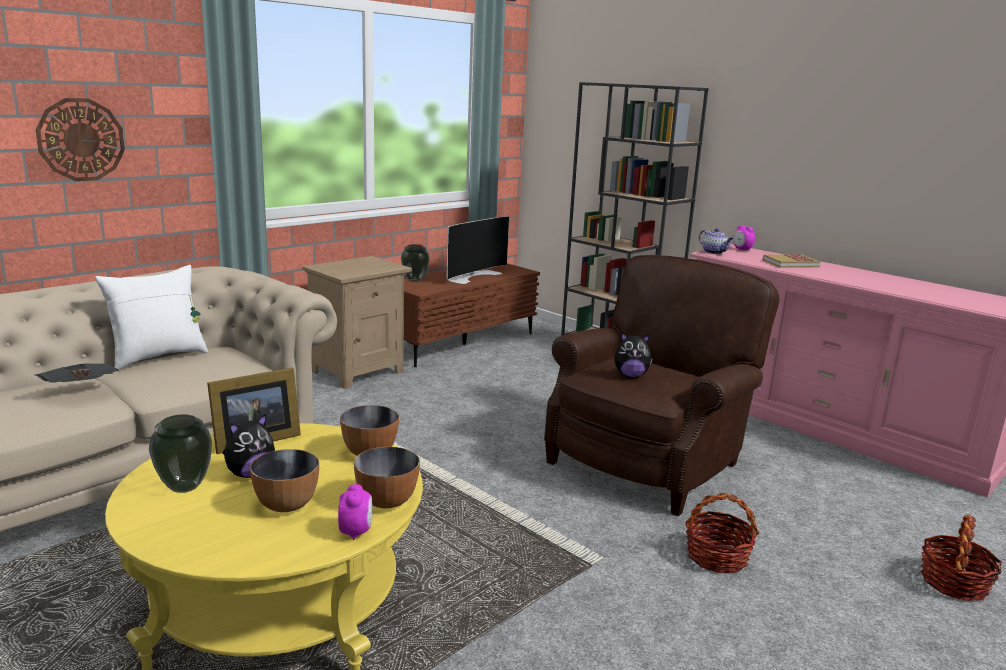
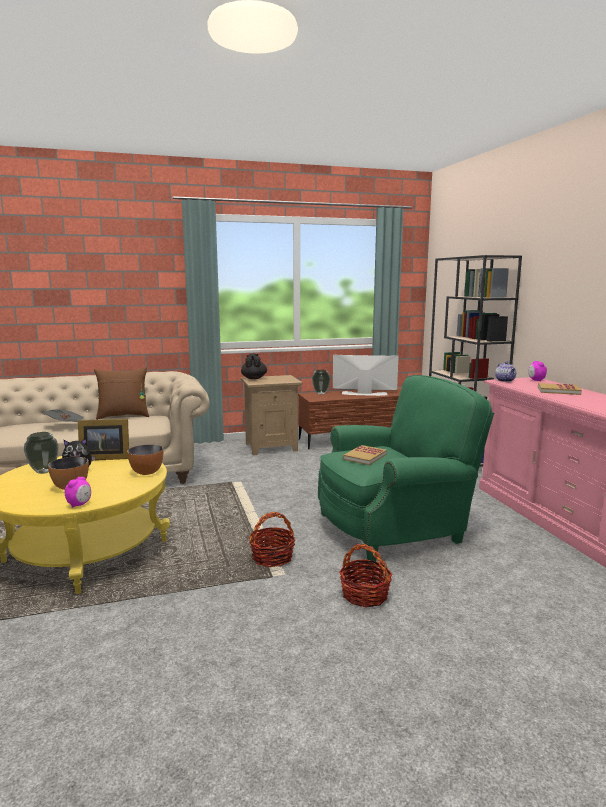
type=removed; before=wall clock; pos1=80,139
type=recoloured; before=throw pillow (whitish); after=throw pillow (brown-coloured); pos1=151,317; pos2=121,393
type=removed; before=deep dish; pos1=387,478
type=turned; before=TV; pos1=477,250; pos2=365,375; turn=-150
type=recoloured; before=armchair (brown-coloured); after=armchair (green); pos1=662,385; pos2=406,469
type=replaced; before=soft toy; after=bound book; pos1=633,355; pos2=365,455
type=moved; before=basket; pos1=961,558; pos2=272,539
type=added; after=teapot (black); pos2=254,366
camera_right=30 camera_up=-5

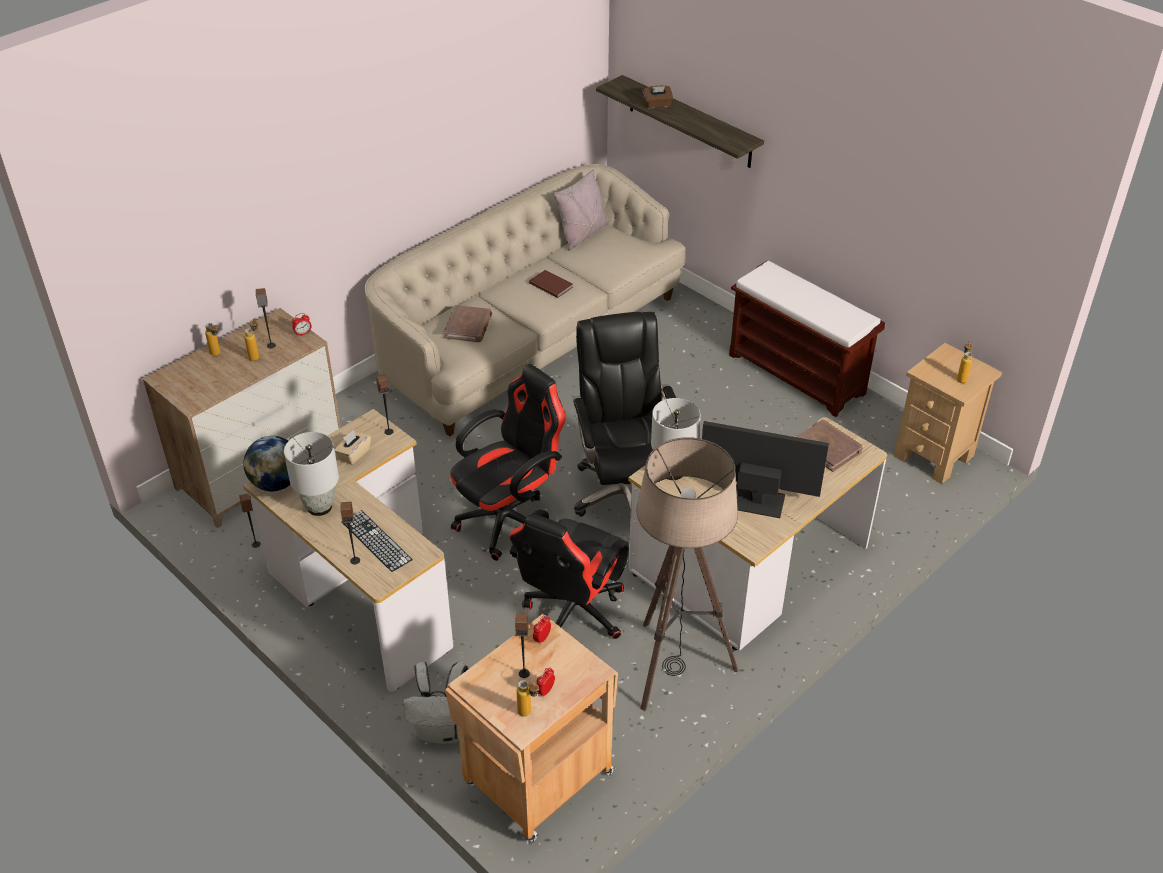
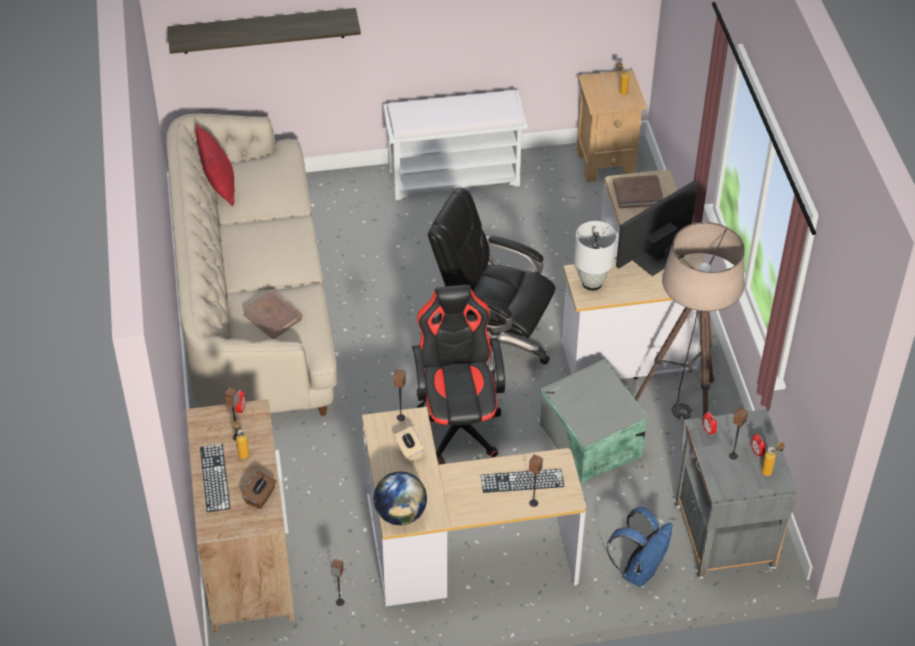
type=replaced; before=bottle; after=computer keyboard; pos1=213,339; pos2=215,478
type=removed; before=table lamp (whitish); pos1=311,474
type=recoloured; before=knapsack (whitish); after=knapsack (blue-coloured); pos1=435,703; pos2=640,547
type=recoloured; before=cart (brown-coloured); after=cart (gray); pos1=531,729; pos2=735,494
type=replaced; before=desk chair (black); after=storage bin (gray); pos1=569,574; pos2=594,421
type=removed; before=bound book (brown-coloured); pos1=551,284
type=recoloured; before=throw pillow (purplish); after=throw pillow (red); pos1=580,210; pos2=215,165
type=moved; before=box of tissues (brown-coloured); pos1=657,97; pos2=259,490
type=recoloured; before=bench (brown-coloured); after=bench (whitish); pos1=807,339; pos2=455,145
camera_right=-55 camera_up=5

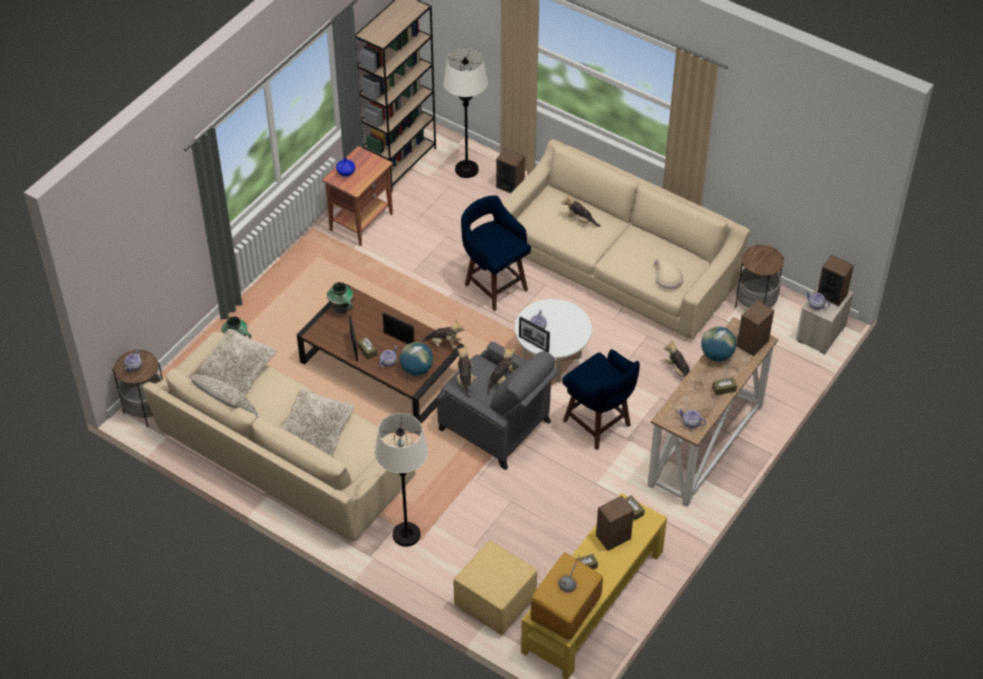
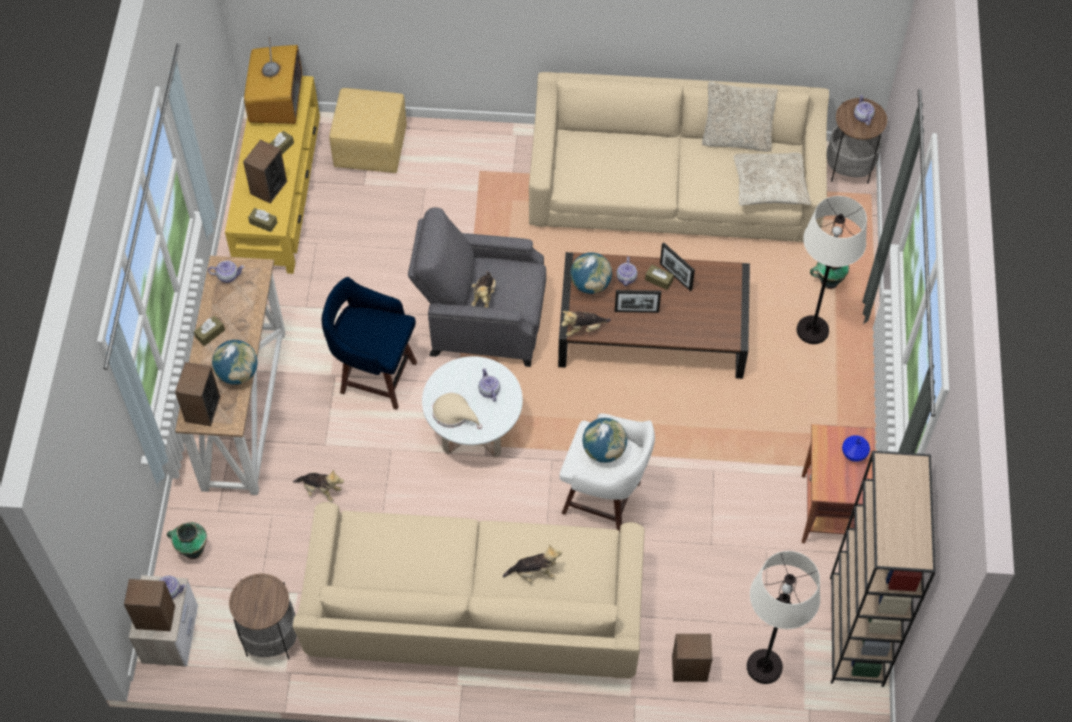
type=removed; before=throw pillow (beige-coloured); pos1=319,422
type=moved; before=flower vase; pos1=340,298; pos2=187,540
type=moved; before=standard lamp (whitish); pos1=401,480; pos2=832,270
type=removed; before=soft toy; pos1=467,371
type=recoloured; before=stool (blue-coloured); after=stool (whitish); pos1=496,253; pos2=607,473
type=removed; before=standing frame; pos1=534,334
type=moved; before=clothing hat (beige-coloured); pos1=669,273; pos2=457,411
type=added; after=globe; pos2=604,440
camera_right=150 camera_up=10

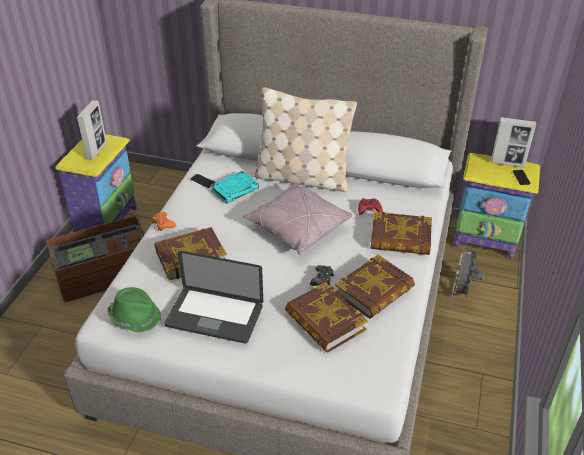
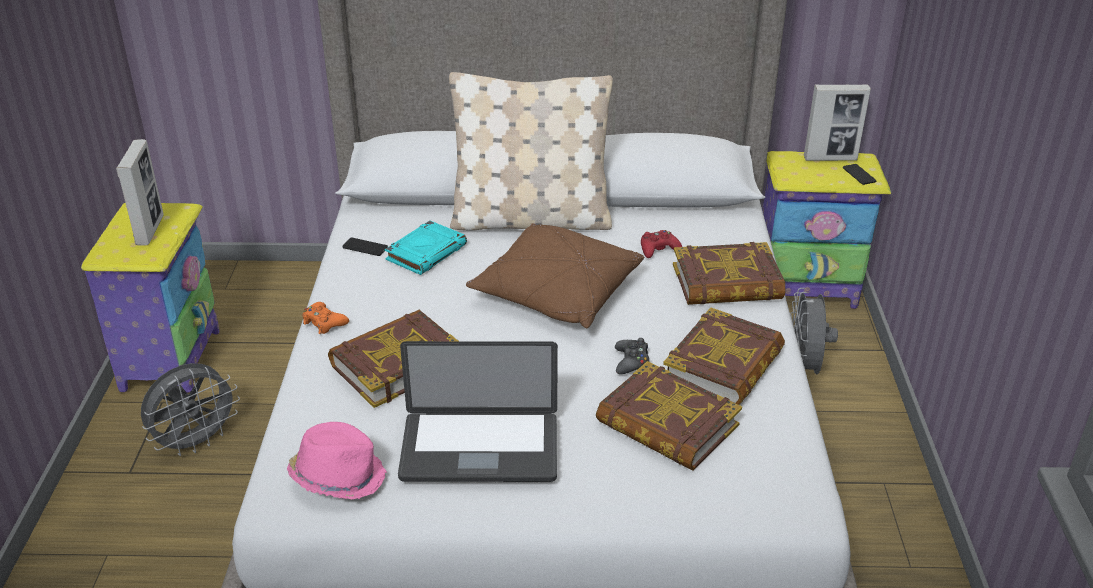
type=replaced; before=storage bin (brown-coloured); after=cooling fan (gray); pos1=95,259; pos2=190,409
type=recoloured; before=clothing hat (green); after=clothing hat (pink-coloured); pos1=134,309; pos2=337,460
type=recoloured; before=throw pillow (purplish); after=throw pillow (brown-coloured); pos1=297,219; pos2=555,275
camera_right=-15 camera_up=-5

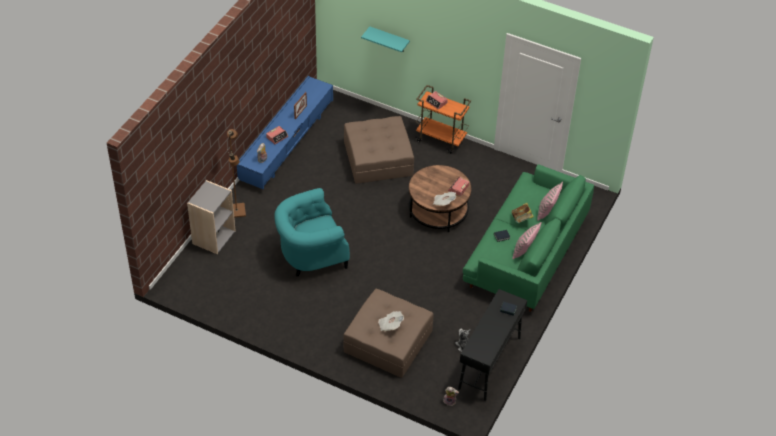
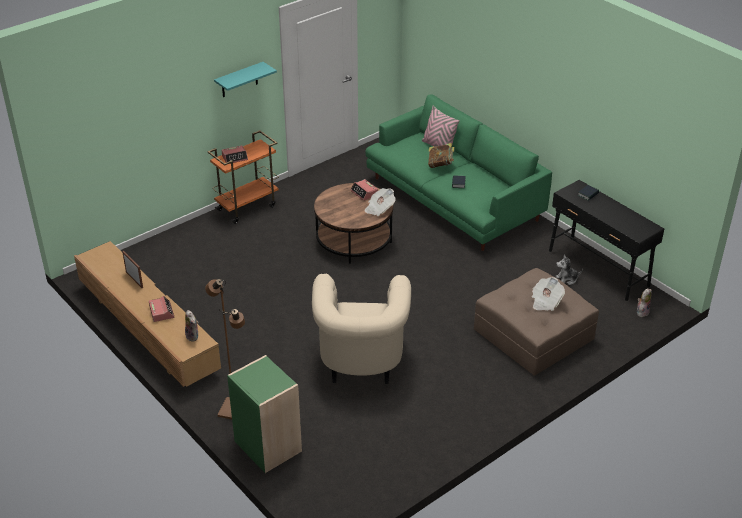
type=recoloured; before=shelving unit (gray); after=shelving unit (green); pos1=211,217; pos2=264,414
type=recoloured; before=tv unit (blue-coloured); after=tv unit (brown-coloured); pos1=285,132; pos2=147,314
type=recoloured; before=armchair (turquoise); after=armchair (beige-coloured); pos1=312,232; pos2=361,329
type=removed; before=ottoman (brown-coloured); pos1=379,150
type=moved; before=wall shelf (turquoise); pos1=385,39; pos2=245,79
type=removed; before=throw pillow (pink-coloured); pos1=527,240
camera_right=-65 camera_up=-10

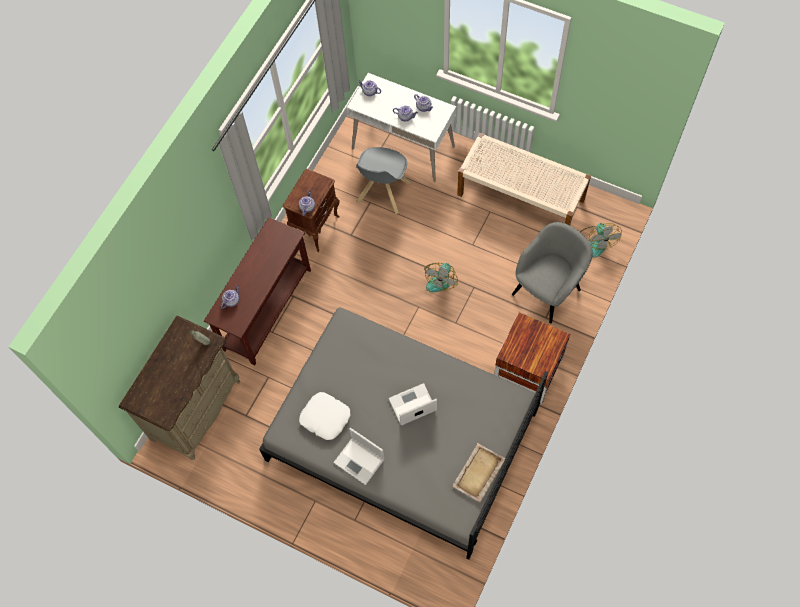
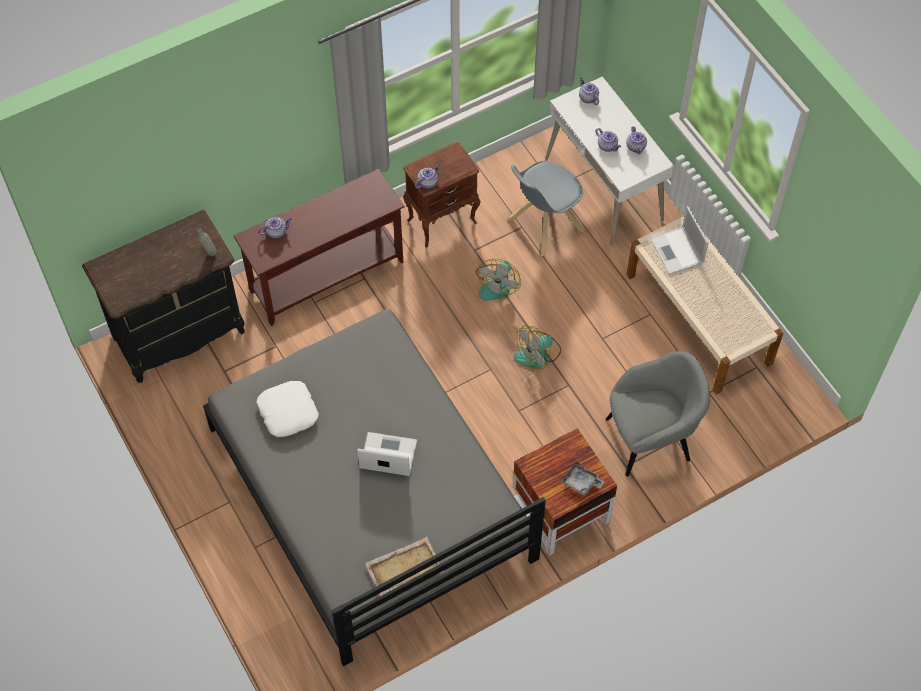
type=recoloured; before=dresser (beige-coloured); after=dresser (black); pos1=179,388; pos2=163,296
type=moved; before=laptop; pos1=359,456; pos2=679,240
type=moved; before=cooling fan; pos1=601,240; pos2=498,279
type=added; after=tray (gray); pos2=583,478
camera_right=30 camera_up=-5

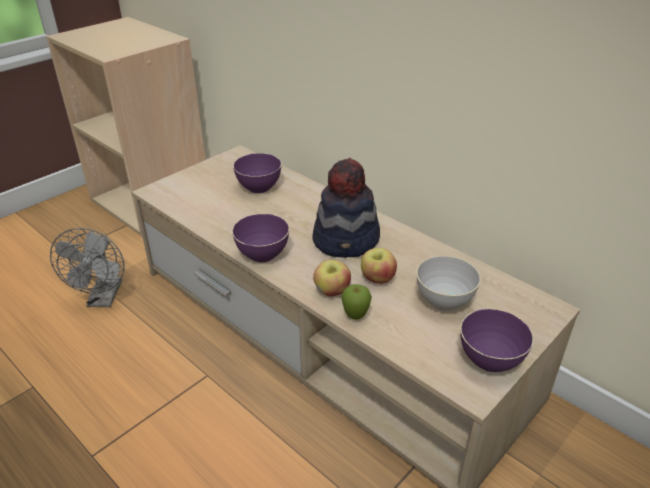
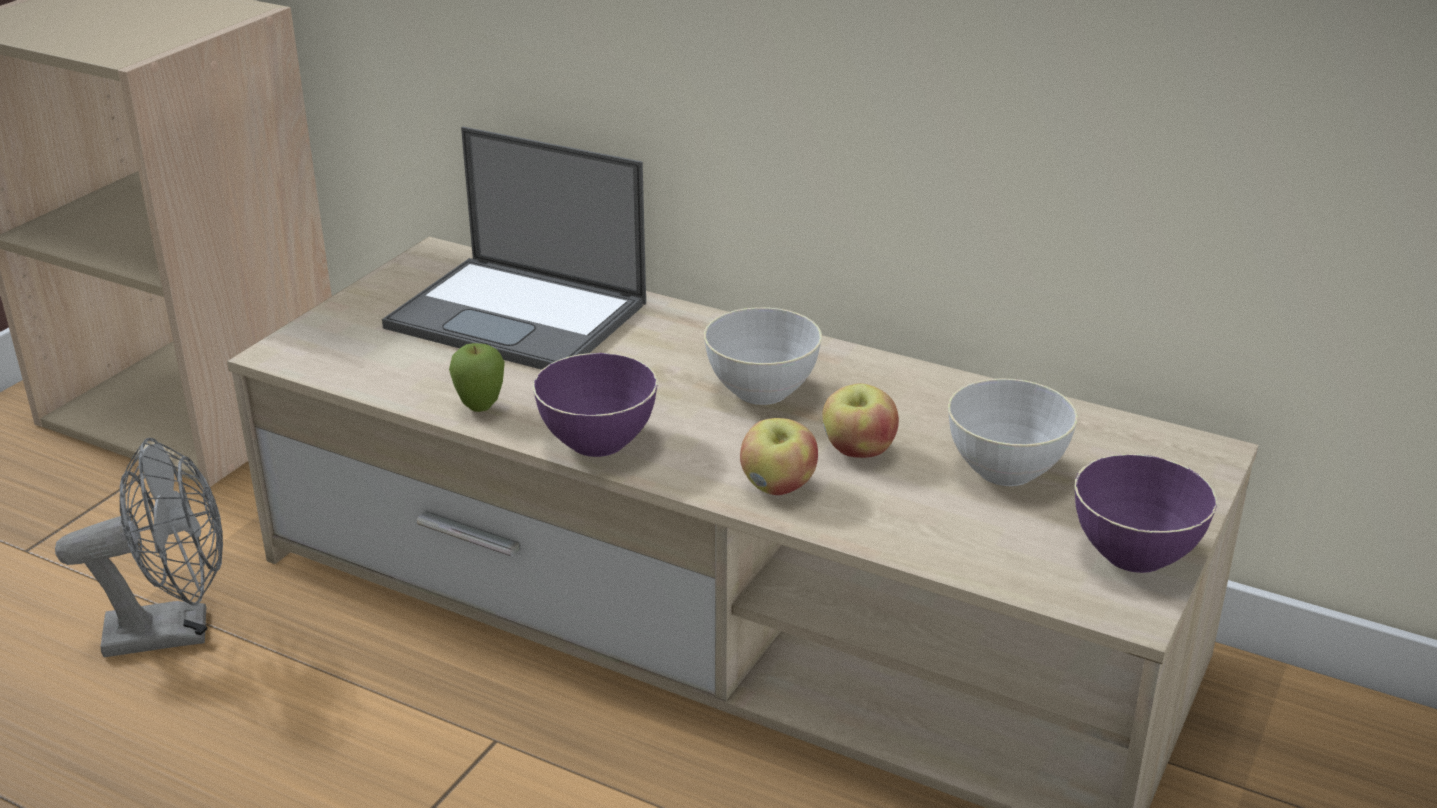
type=turned; before=cooling fan (gray); pos1=87,267; pos2=139,547; turn=-90
type=replaced; before=deep dish (purplish); after=laptop; pos1=257,173; pos2=514,248
type=replaced; before=clothing hat; after=deep dish (gray); pos1=346,208; pos2=763,356
type=moved; before=whole apple; pos1=356,302; pos2=477,377
camera_right=-15 camera_up=-5

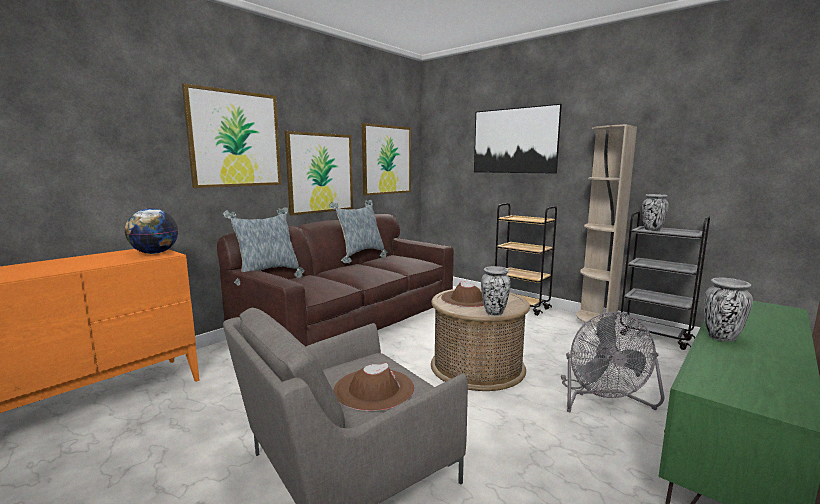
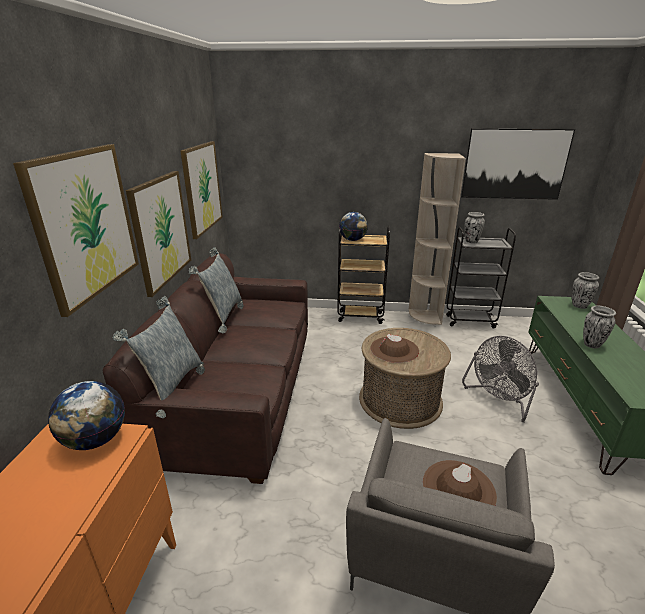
type=moved; before=picture; pos1=518,139; pos2=518,164
type=moved; before=flower vase; pos1=496,291; pos2=585,290
type=turned; before=cooling fan (gray); pos1=612,362; pos2=500,379; turn=90
type=added; after=globe; pos2=353,226
camera_right=-35 camera_up=15

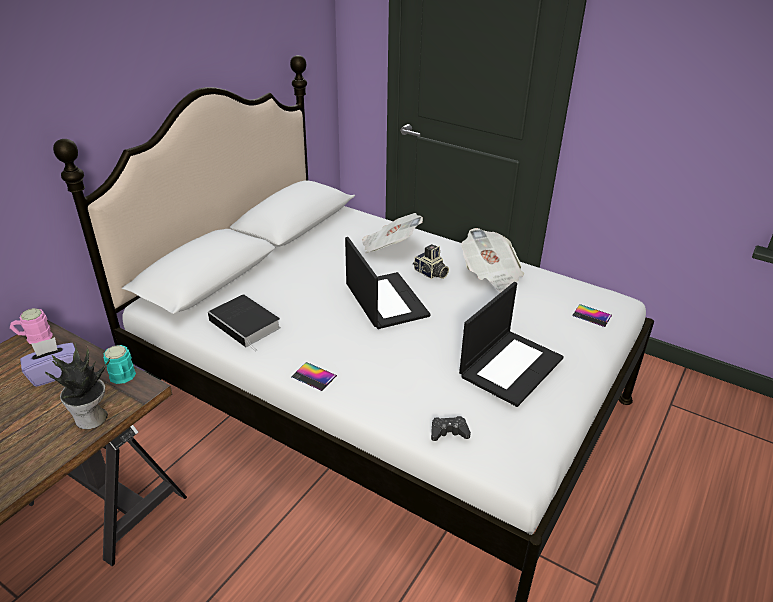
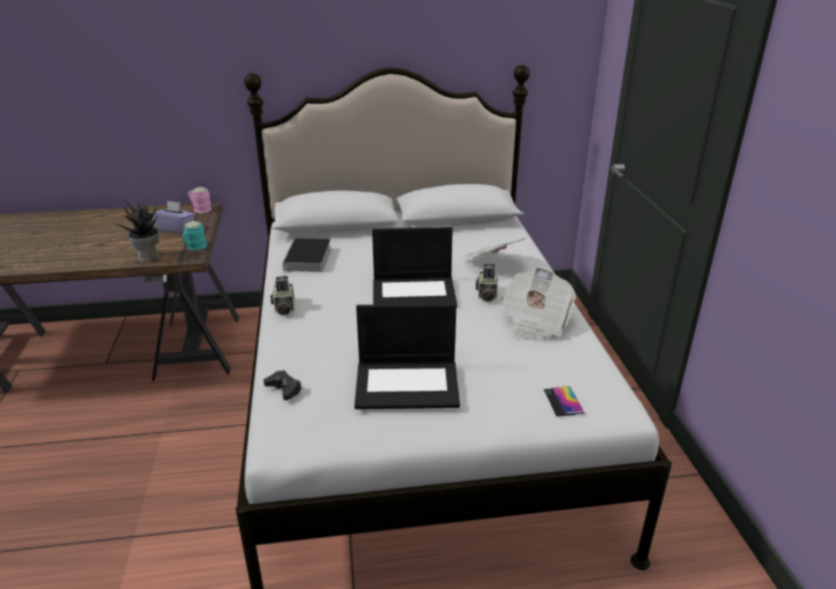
type=replaced; before=handset; after=still camera; pos1=314,376; pos2=282,296
type=turned; before=laptop; pos1=387,283; pos2=414,267; turn=60
camera_right=50 camera_up=-5

